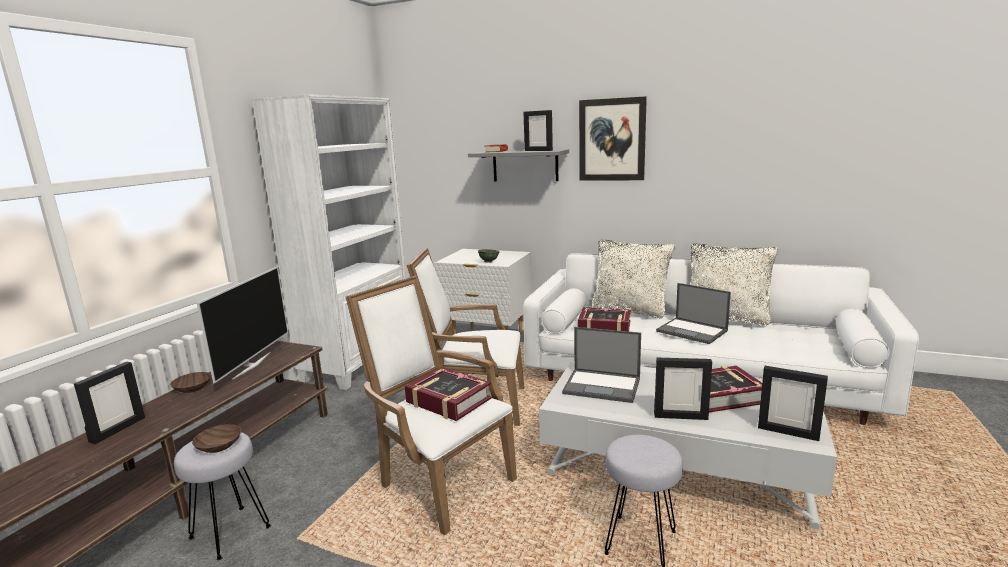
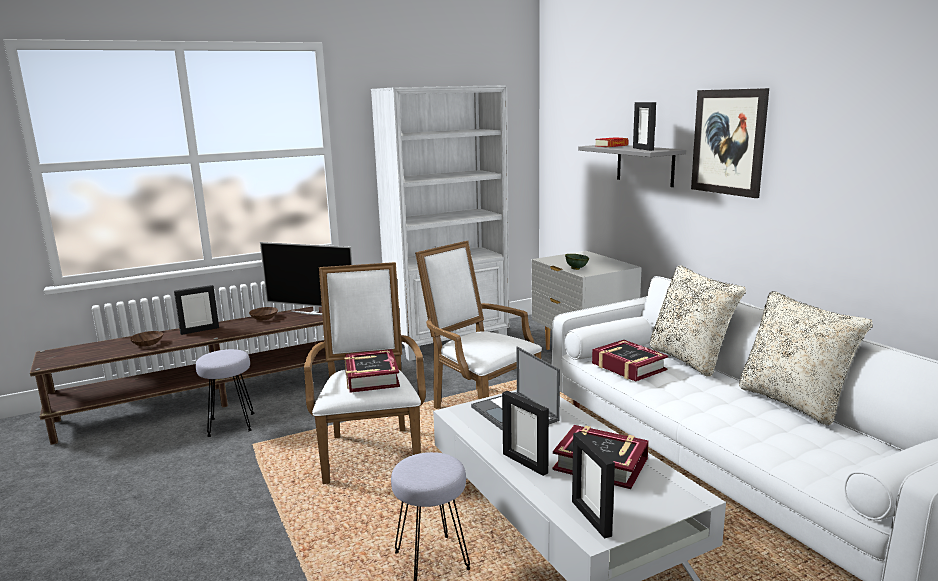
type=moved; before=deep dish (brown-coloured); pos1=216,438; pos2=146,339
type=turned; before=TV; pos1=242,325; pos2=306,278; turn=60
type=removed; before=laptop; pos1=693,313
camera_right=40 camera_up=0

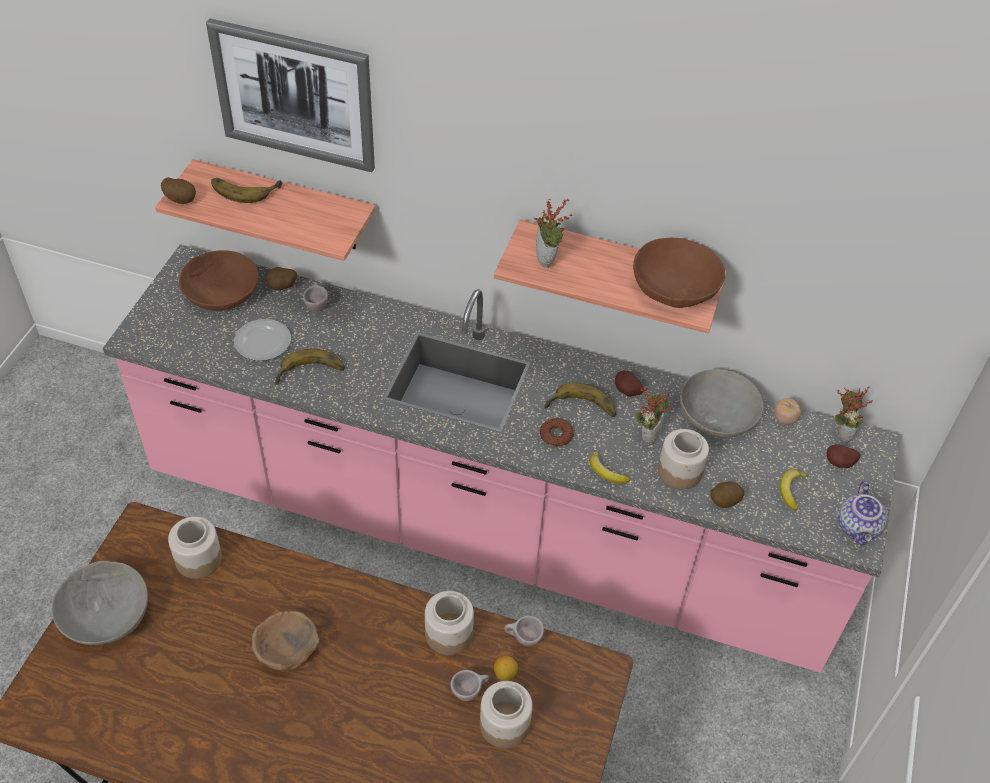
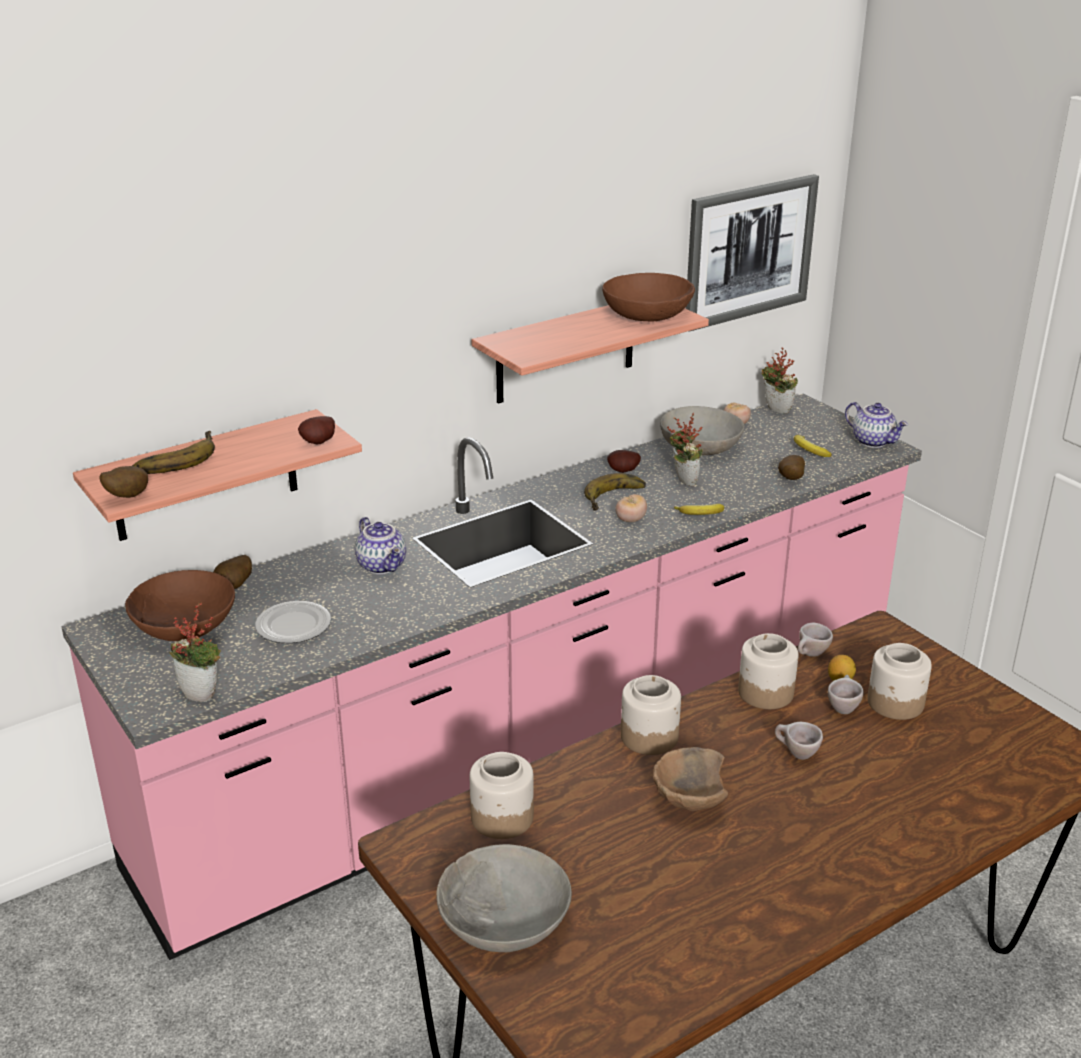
type=moved; before=picture; pos1=290,95; pos2=752,253
type=removed; before=whole banana; pos1=310,367
type=moved; before=cup (beige-coloured); pos1=315,297; pos2=799,741
type=moved; before=houseplant; pos1=553,233; pos2=195,652
type=replaced; before=ring doughnut; after=whole tomato; pos1=557,432; pos2=631,508
type=moved; before=jar; pos1=683,459; pos2=651,715
type=moved; before=potato; pos1=844,456; pos2=316,430
type=added; after=teapot; pos2=380,545
camera_right=-50 camera_up=-20

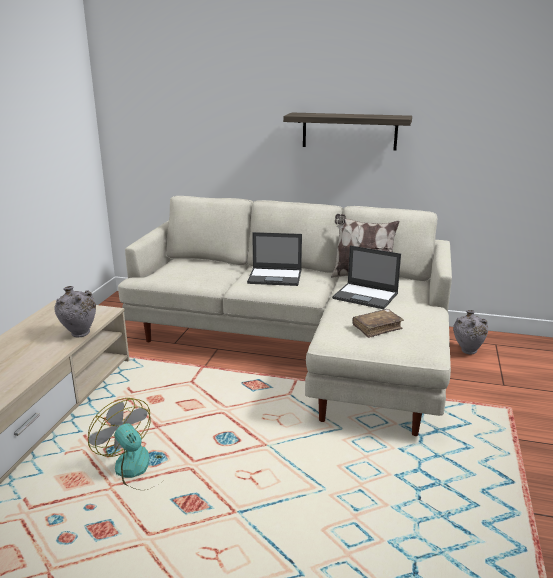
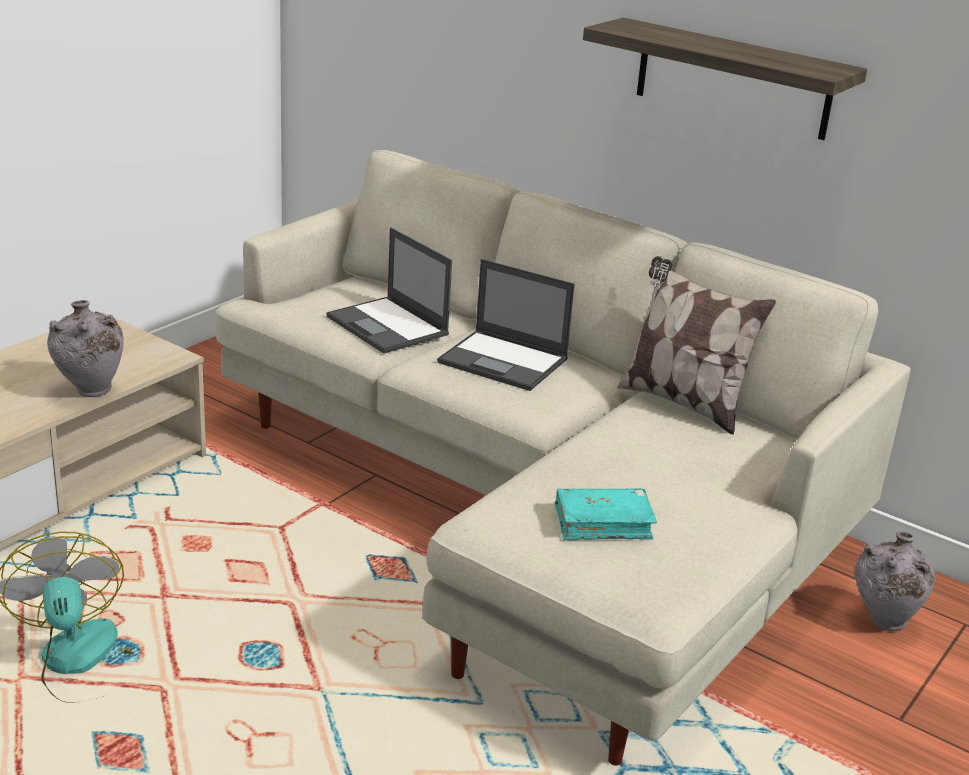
type=moved; before=laptop; pos1=366,277; pos2=389,290
type=recoloured; before=bound book (brown-coloured); after=bound book (turquoise); pos1=378,323; pos2=606,514
camera_right=20 camera_up=5

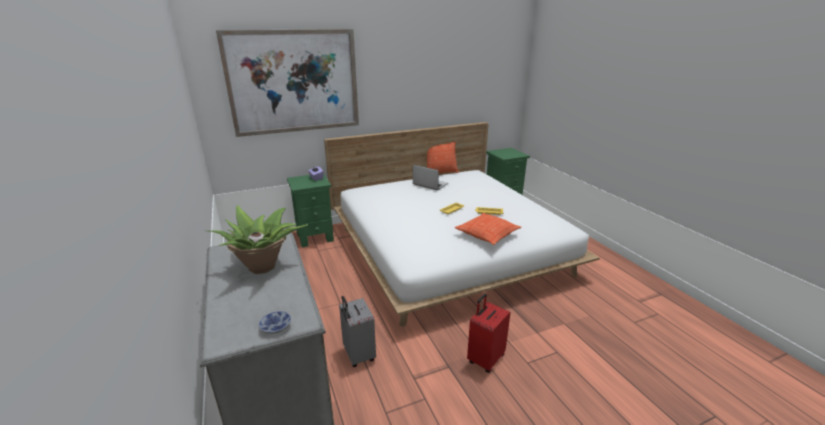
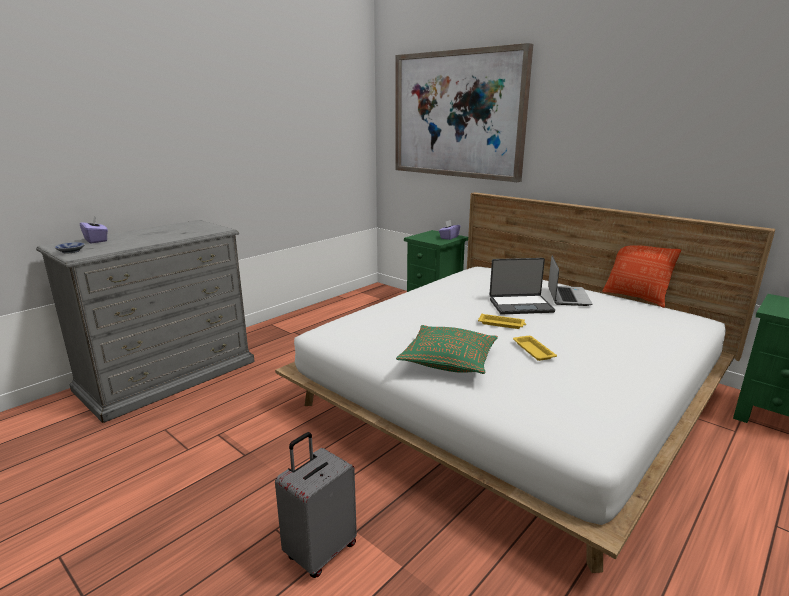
type=removed; before=houseplant; pos1=259,239
type=moved; before=piece of luggage (gray); pos1=357,331; pos2=316,505
type=recoloured; before=throw pillow (orange-coloured); after=throw pillow (green); pos1=488,229; pos2=447,349
type=removed; before=piece of luggage (red); pos1=488,333
type=added; after=box of tissues (purplish); pos2=94,230
type=added; after=laptop; pos2=522,286
camera_right=65 camera_up=-5

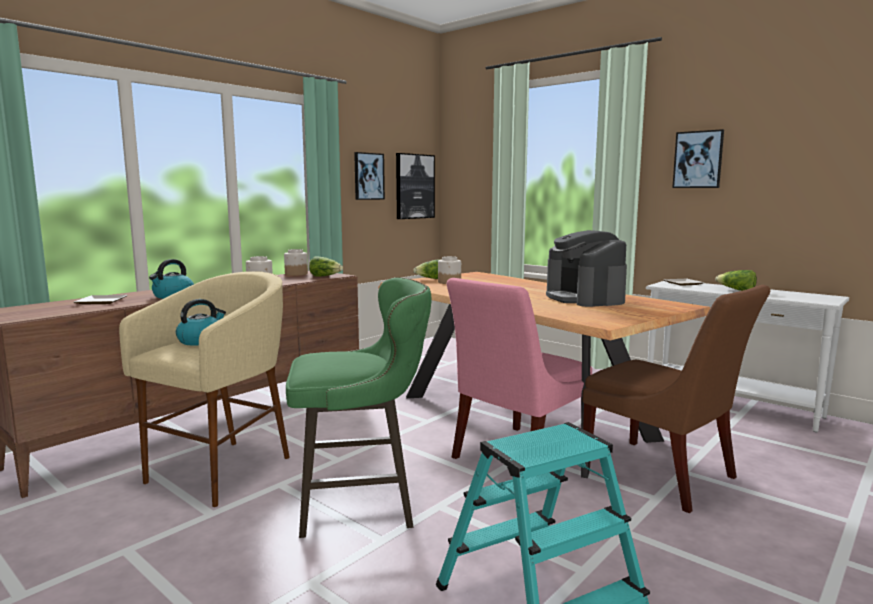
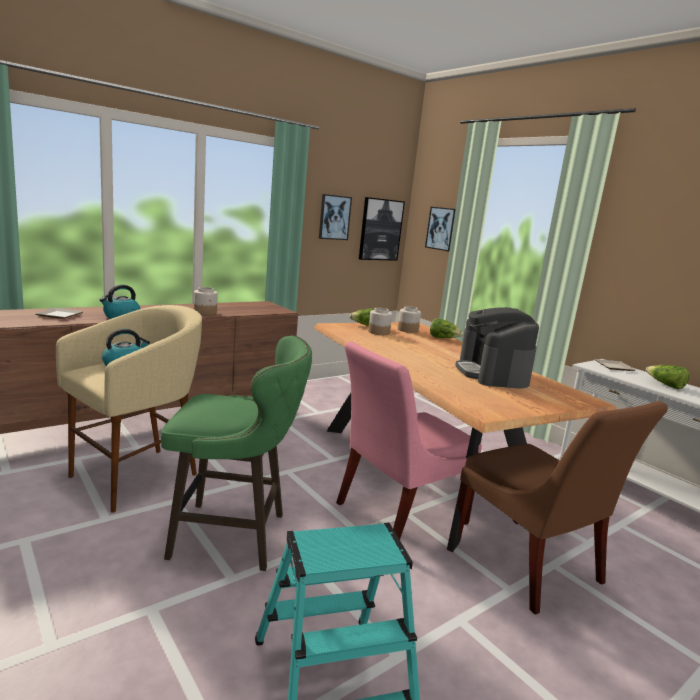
type=moved; before=jar; pos1=296,262; pos2=409,319
type=moved; before=lettuce; pos1=326,266; pos2=446,328
type=moved; before=picture; pos1=698,158; pos2=440,229
camera_right=10 camera_up=5

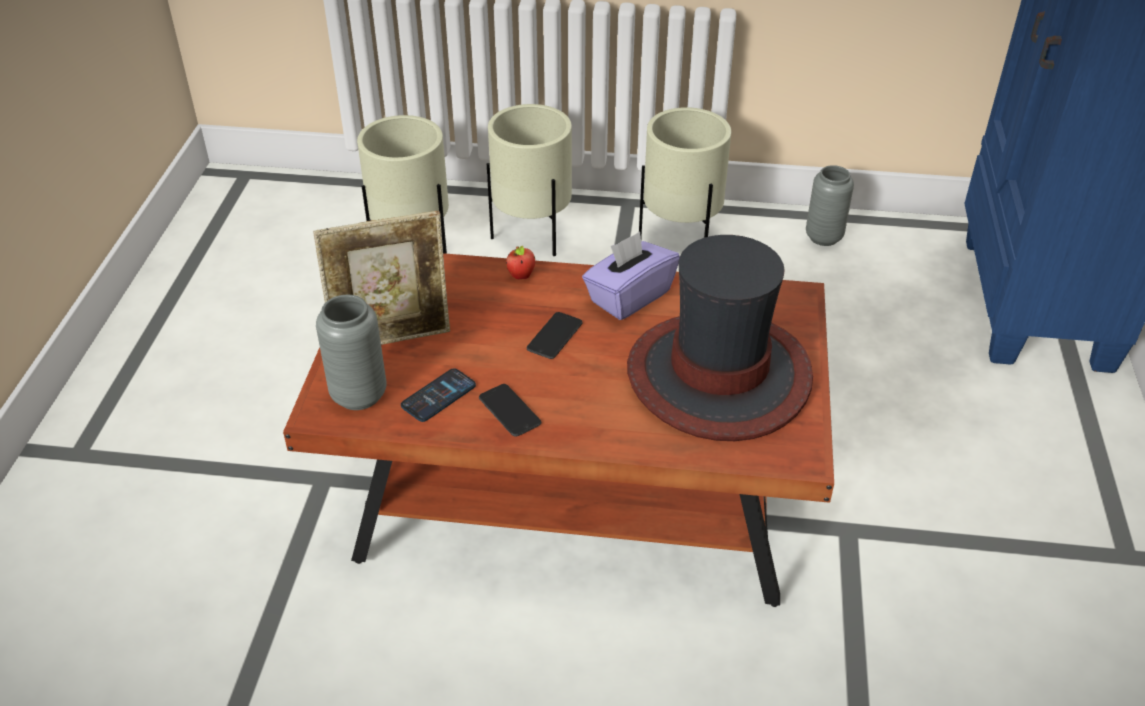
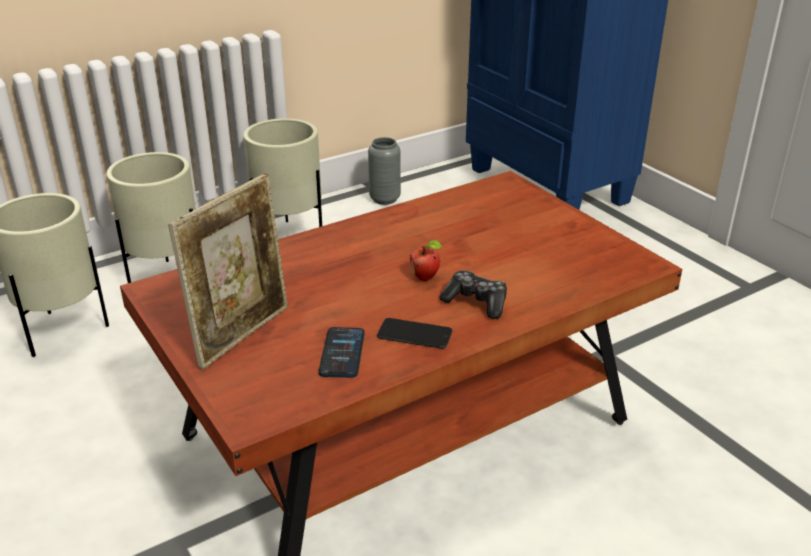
type=removed; before=flower vase (gray); pos1=351,352
type=moved; before=whole apple; pos1=520,262; pos2=426,260
type=removed; before=handset; pos1=555,335
type=removed; before=box of tissues (purplish); pos1=631,276
type=removed; before=clothing hat; pos1=720,338
type=added; after=gamepad; pos2=473,294
camera_right=-40 camera_up=-10

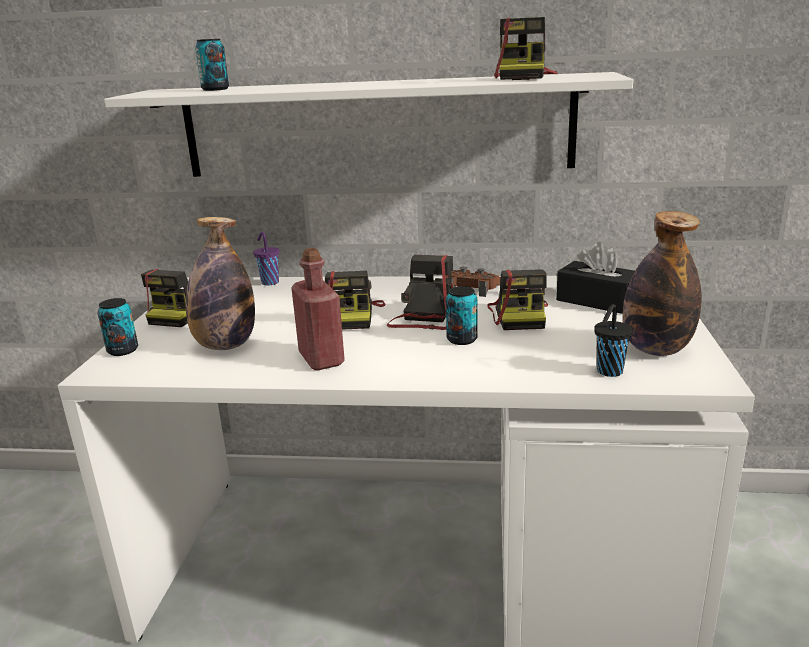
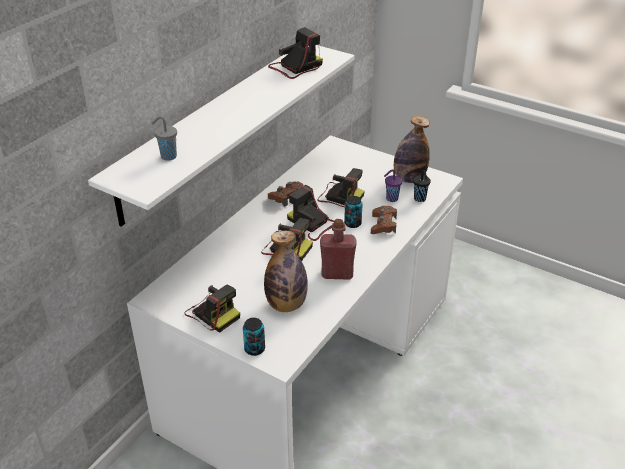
type=replaced; before=sealed can; after=cup (gray); pos1=212,65; pos2=164,138
type=moved; before=cup (purplish); pos1=266,259; pos2=393,185
type=turned; before=still camera; pos1=526,48; pos2=295,53; turn=-75
type=removed; before=box of tissues (black); pos1=595,278
type=added; after=gamepad (brown-coloured); pos2=384,220
camera_right=-65 camera_up=15

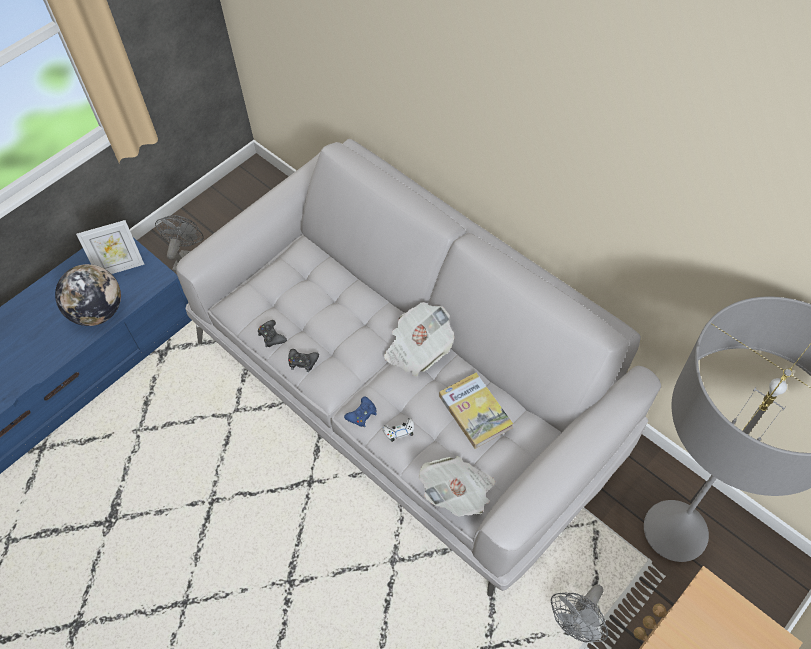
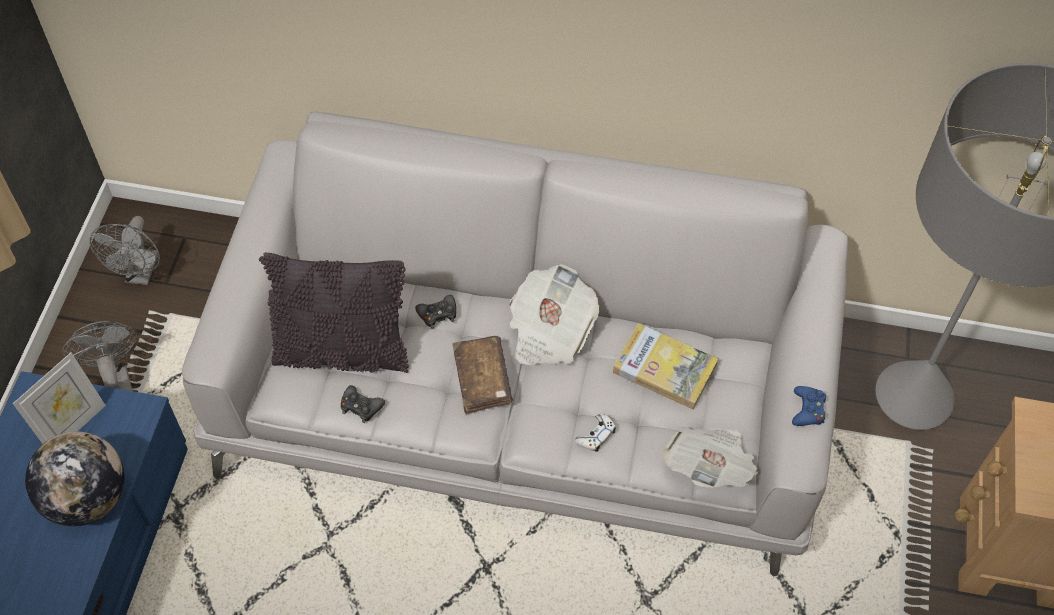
type=moved; before=gamepad (black); pos1=303,360; pos2=435,312
type=moved; before=gamepad (blue-coloured); pos1=360,411; pos2=809,406
type=moved; before=cooling fan (gray); pos1=579,613; pos2=125,250
type=added; after=throw pillow (black); pos2=334,313
type=added; after=bound book (brown-coloured); pos2=482,375
camera_right=-35 camera_up=0

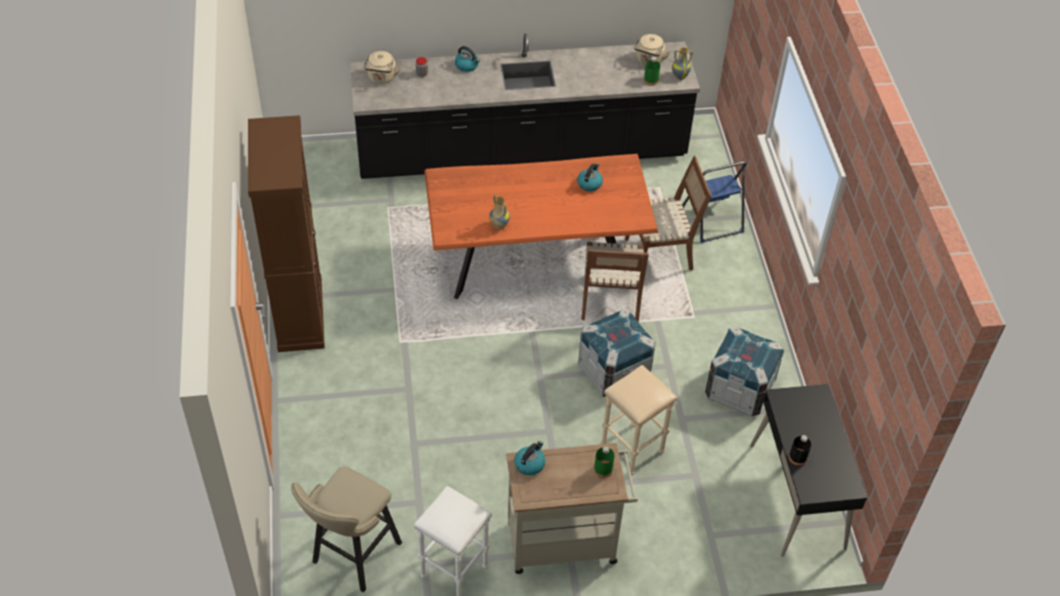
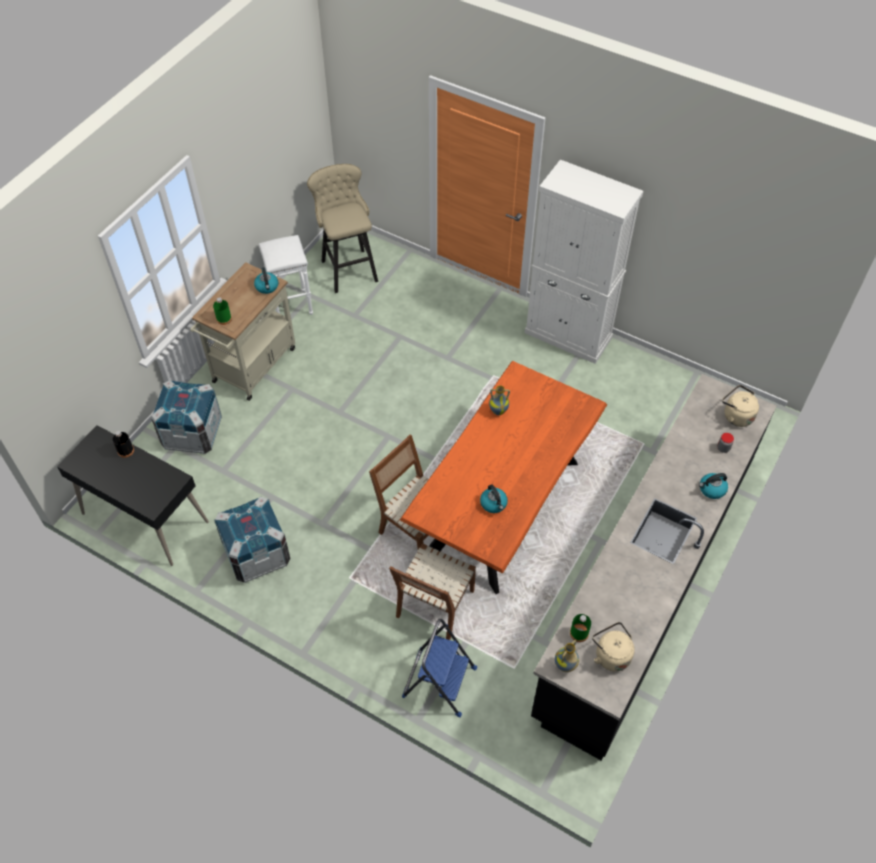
type=recoloured; before=storage cabinet (brown-coloured); after=storage cabinet (whitish); pos1=286,233; pos2=584,261
type=moved; before=shipping crate; pos1=617,353; pos2=186,417
type=removed; before=stool (beige-coloured); pos1=639,420
camera_right=130 camera_up=5

